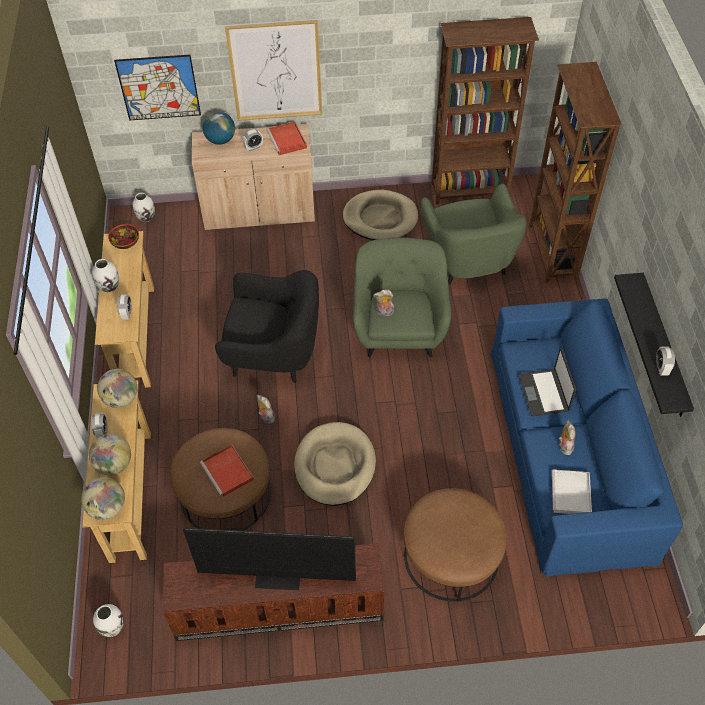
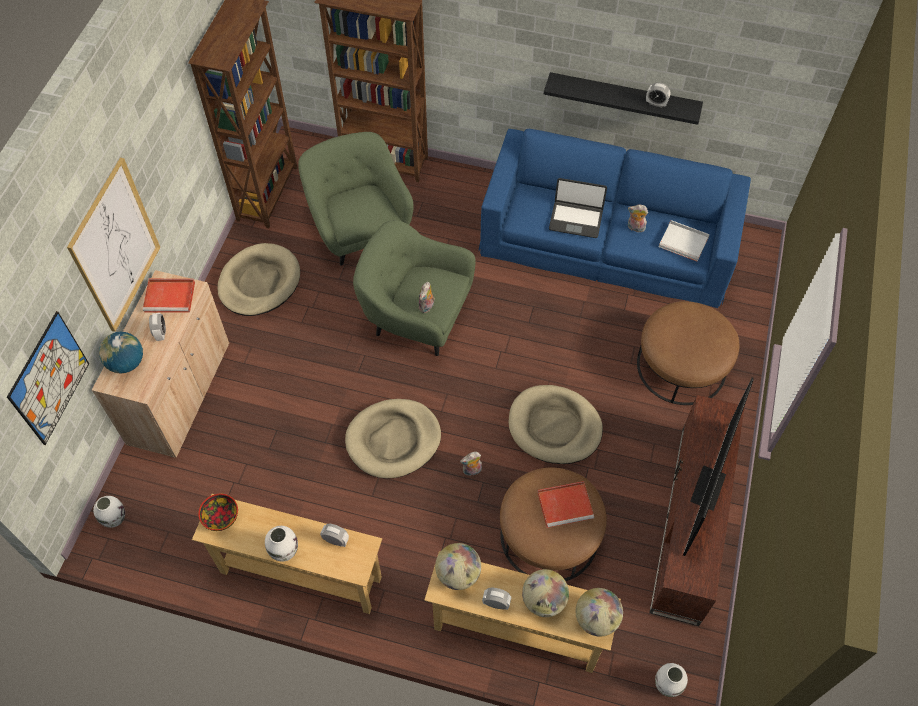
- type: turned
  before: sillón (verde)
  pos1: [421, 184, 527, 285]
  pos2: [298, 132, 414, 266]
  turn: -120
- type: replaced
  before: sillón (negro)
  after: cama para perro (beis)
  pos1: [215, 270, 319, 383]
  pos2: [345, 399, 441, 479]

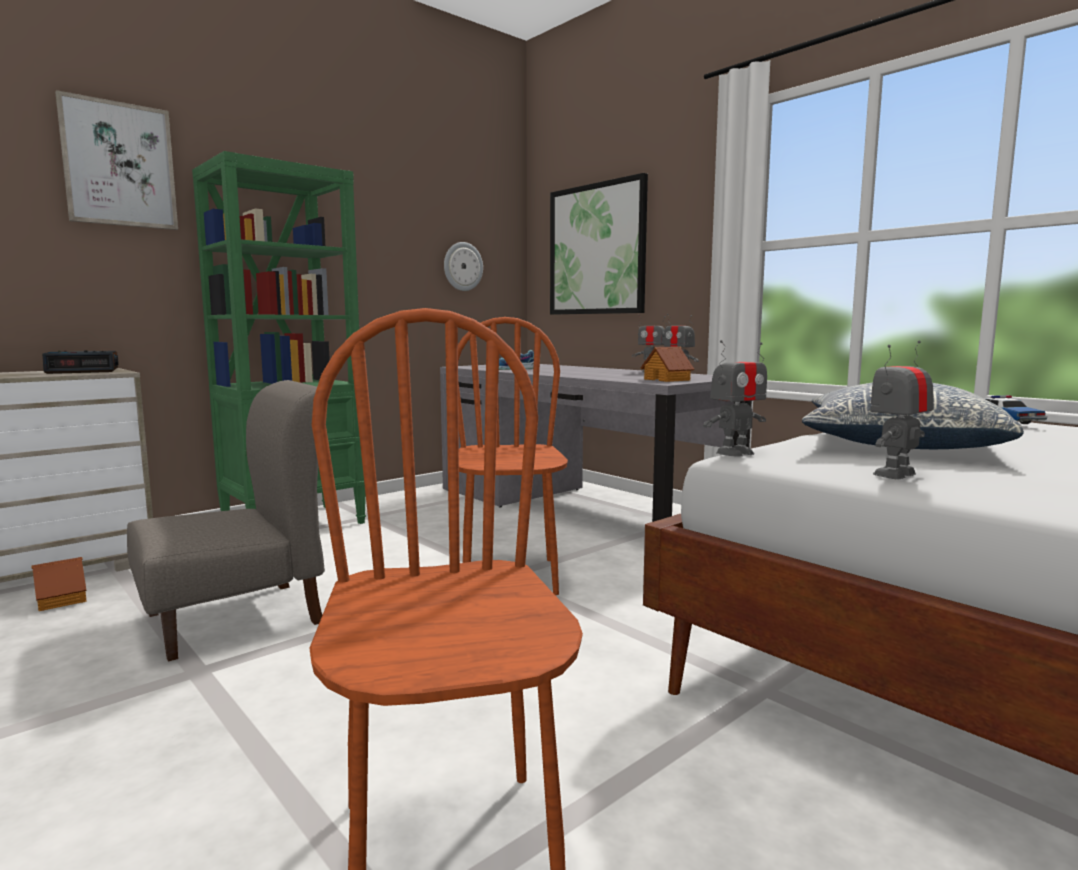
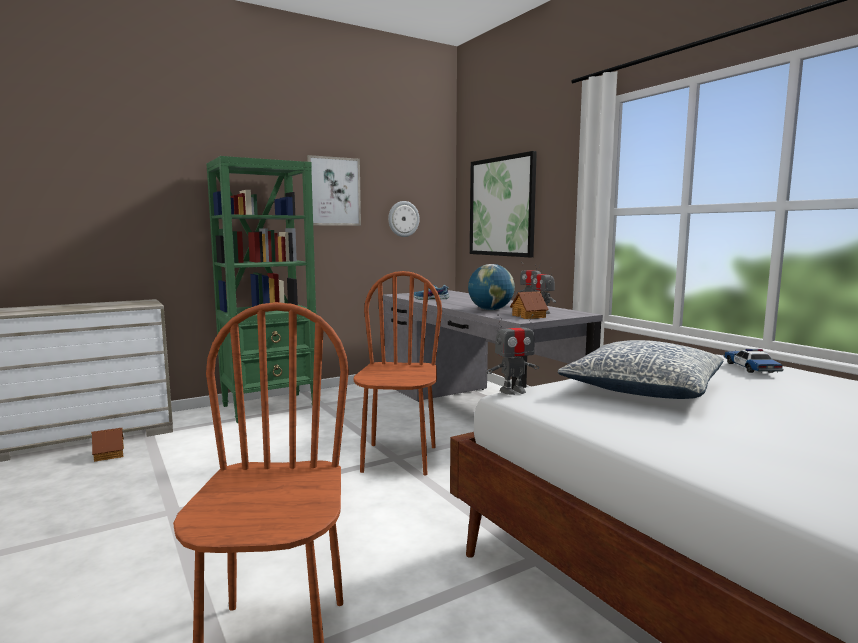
- type: moved
  before: cuadro
  pos1: [55, 90, 178, 230]
  pos2: [307, 155, 361, 226]
- type: removed
  before: robot de juguete
  pos1: [870, 340, 933, 480]
- type: removed
  before: despertador
  pos1: [42, 350, 119, 374]
- type: removed
  before: silla (gris)
  pos1: [127, 380, 325, 661]
- type: added
  after: globo terráqueo
  pos2: [468, 264, 515, 310]

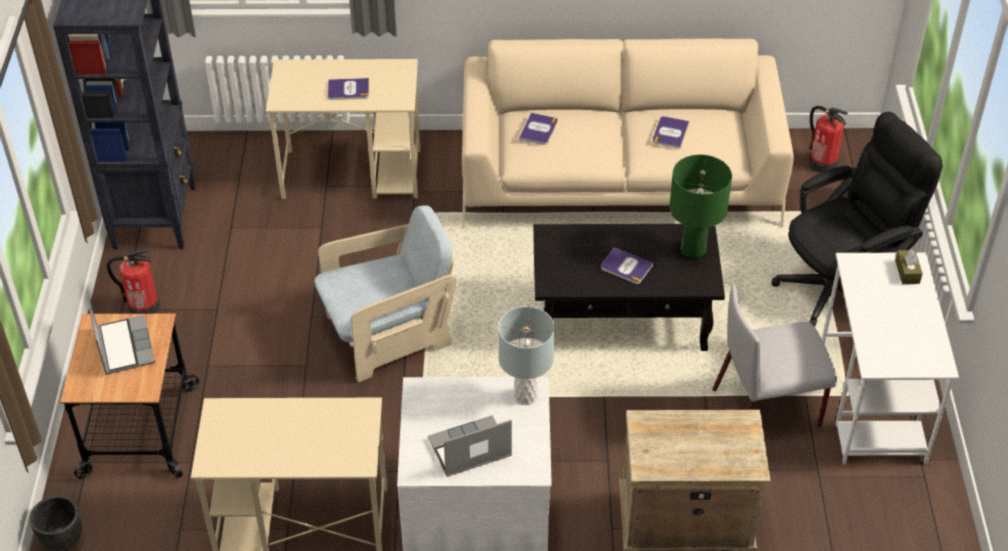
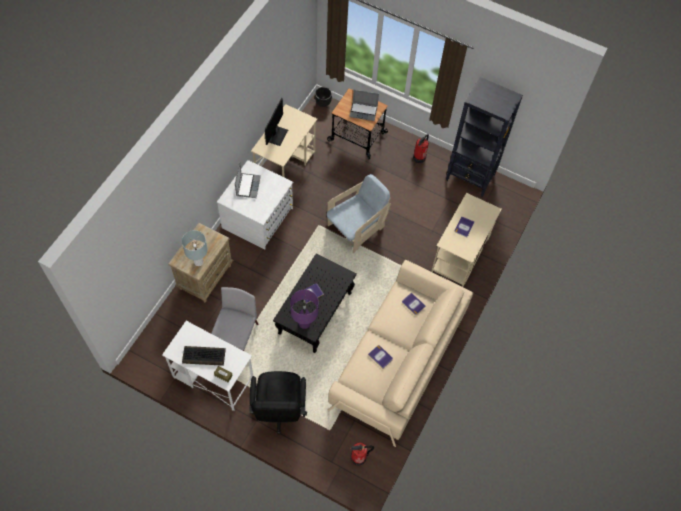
- type: recoloured
  before: lámpara de mesa (verde)
  after: lámpara de mesa (morado)
  pos1: [669, 155, 732, 259]
  pos2: [290, 290, 319, 329]
- type: turned
  before: sillón (beis)
  pos1: [315, 206, 456, 382]
  pos2: [327, 174, 391, 253]
  turn: -135
- type: moved
  before: lámpara de mesa (gris)
  pos1: [498, 306, 555, 405]
  pos2: [182, 230, 208, 266]
- type: added
  after: monitor
  pos2: [265, 98, 288, 146]
- type: added
  after: teclado
  pos2: [182, 346, 226, 366]

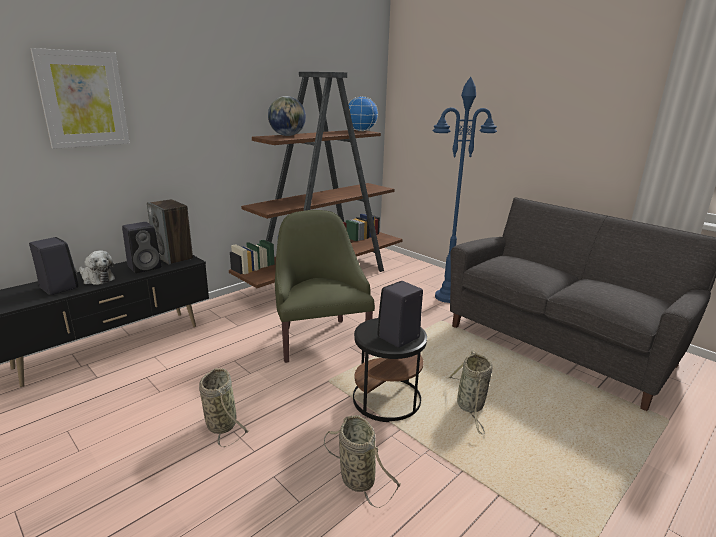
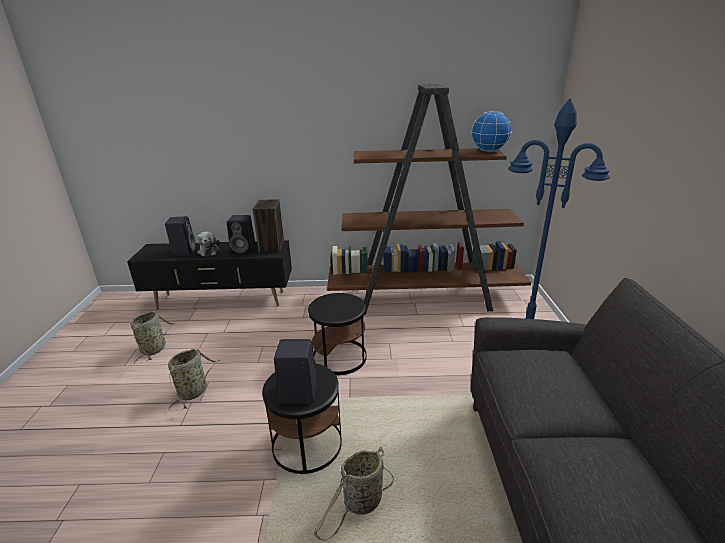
- type: removed
  before: cuadro
  pos1: [30, 48, 129, 149]
- type: removed
  before: globo terráqueo
  pos1: [268, 96, 306, 136]
- type: replaced
  before: sillón (verde)
  after: mesa auxiliar (negro)
  pos1: [275, 210, 375, 363]
  pos2: [308, 293, 367, 375]
- type: moved
  before: cesta
  pos1: [324, 415, 401, 508]
  pos2: [131, 311, 175, 364]

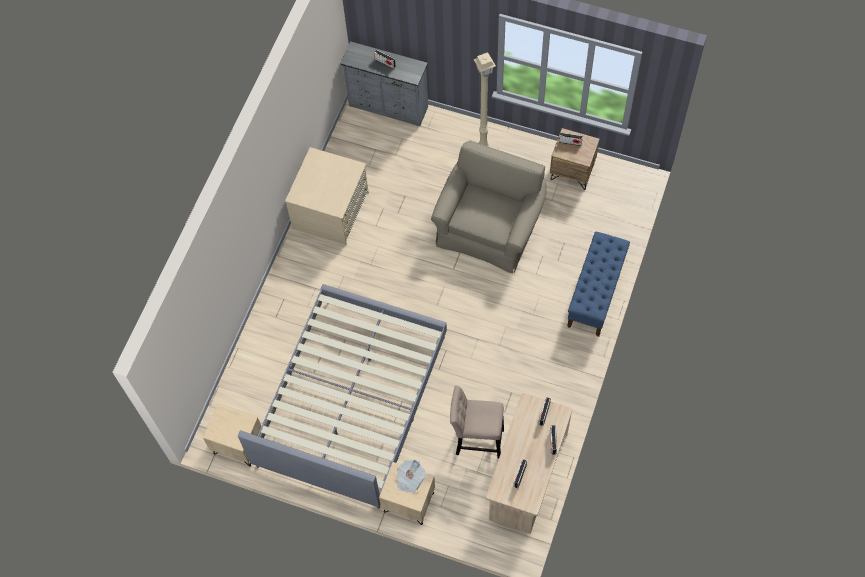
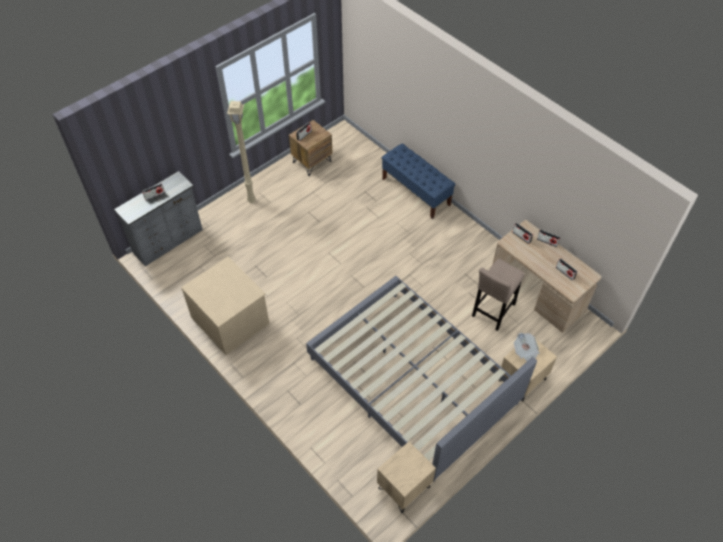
- type: removed
  before: sillón (beis)
  pos1: [431, 141, 547, 273]

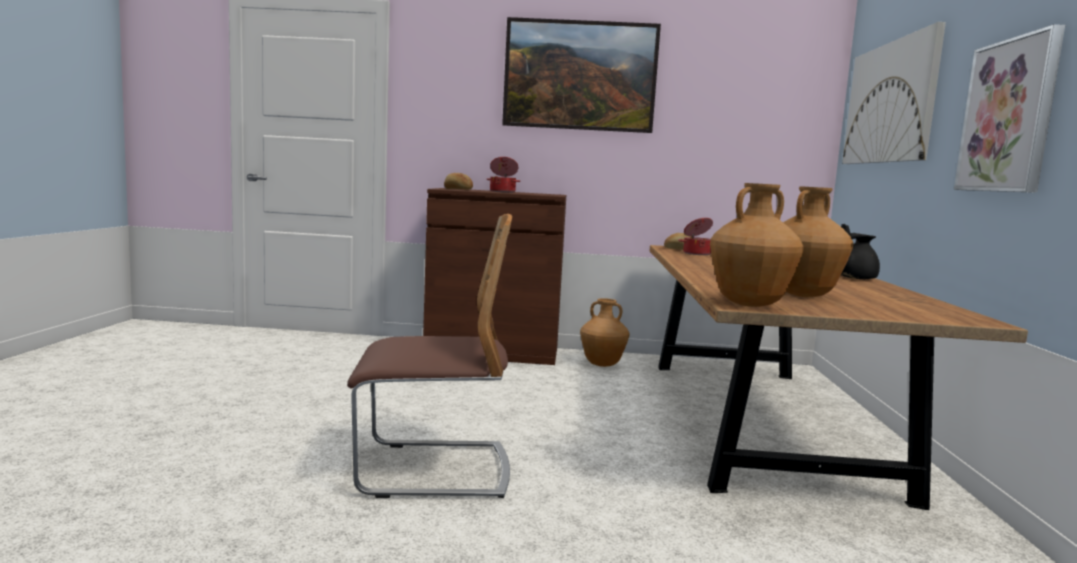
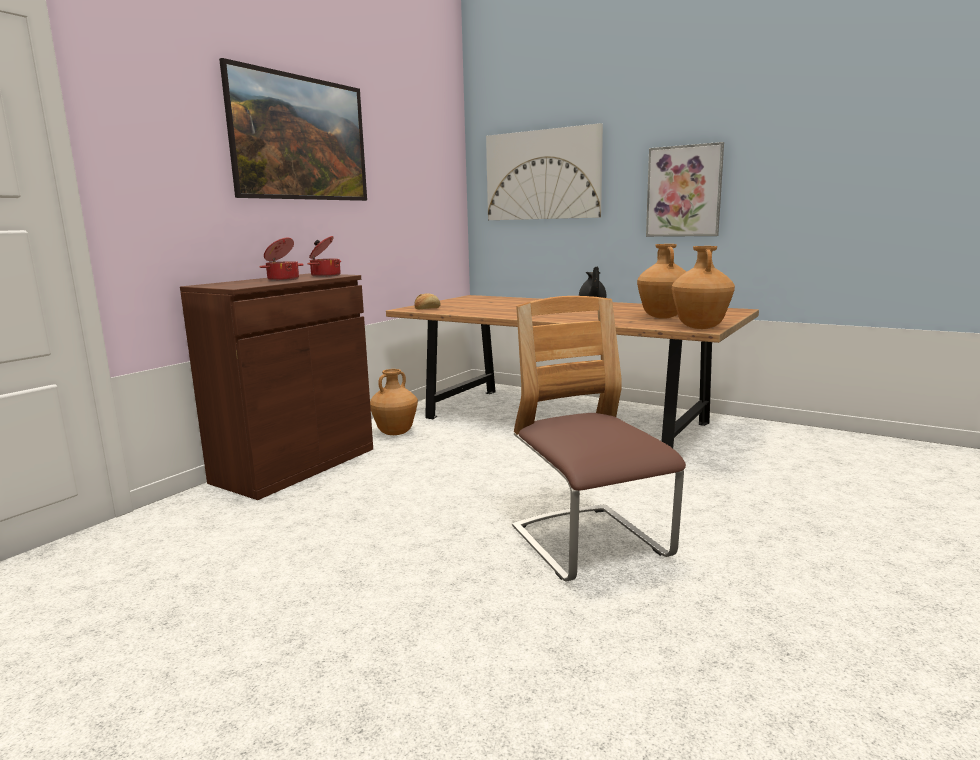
- type: removed
  before: pan
  pos1: [444, 173, 473, 190]
- type: turned
  before: silla
  pos1: [347, 214, 512, 498]
  pos2: [512, 296, 686, 582]
  turn: -45
- type: moved
  before: olla
  pos1: [678, 218, 713, 255]
  pos2: [307, 236, 341, 277]

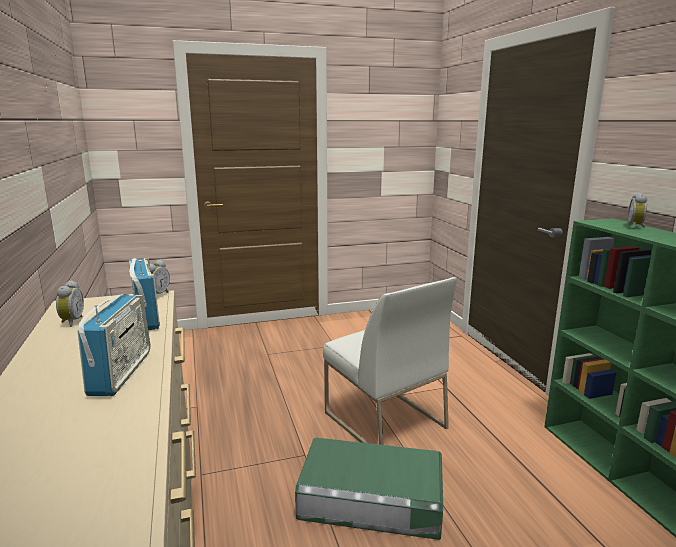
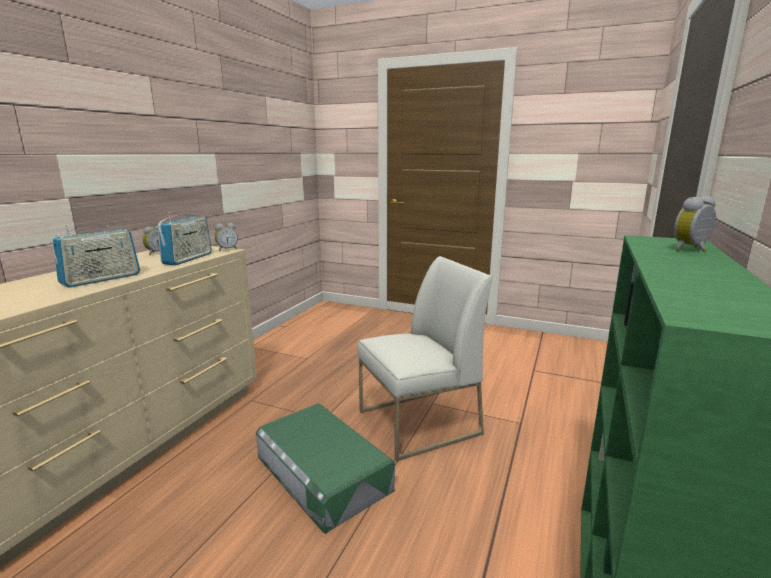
- type: turned
  before: silla (blanco)
  pos1: [323, 277, 457, 445]
  pos2: [357, 256, 492, 461]
  turn: -120

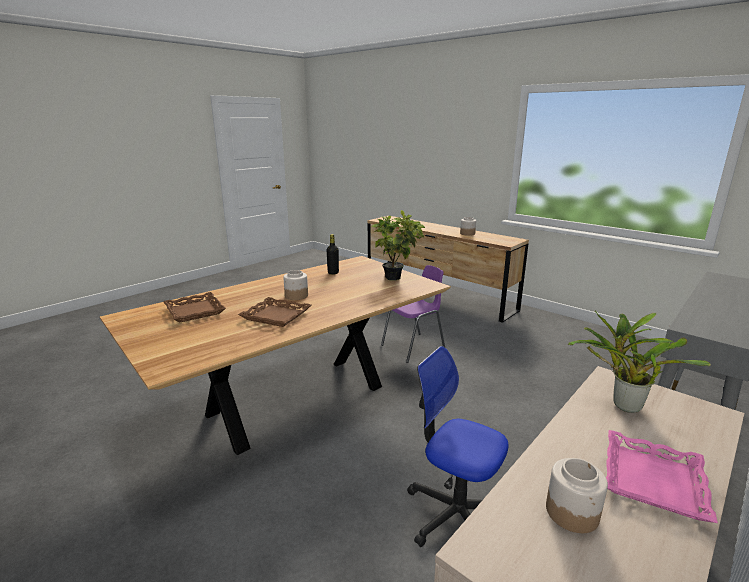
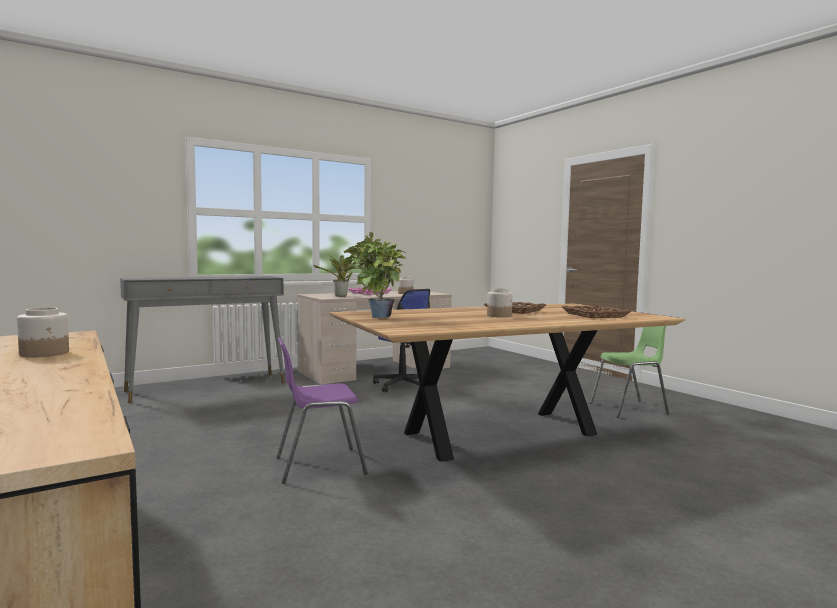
- type: removed
  before: botella (negro)
  pos1: [327, 234, 339, 275]
- type: added
  after: silla (verde)
  pos2: [590, 326, 669, 418]

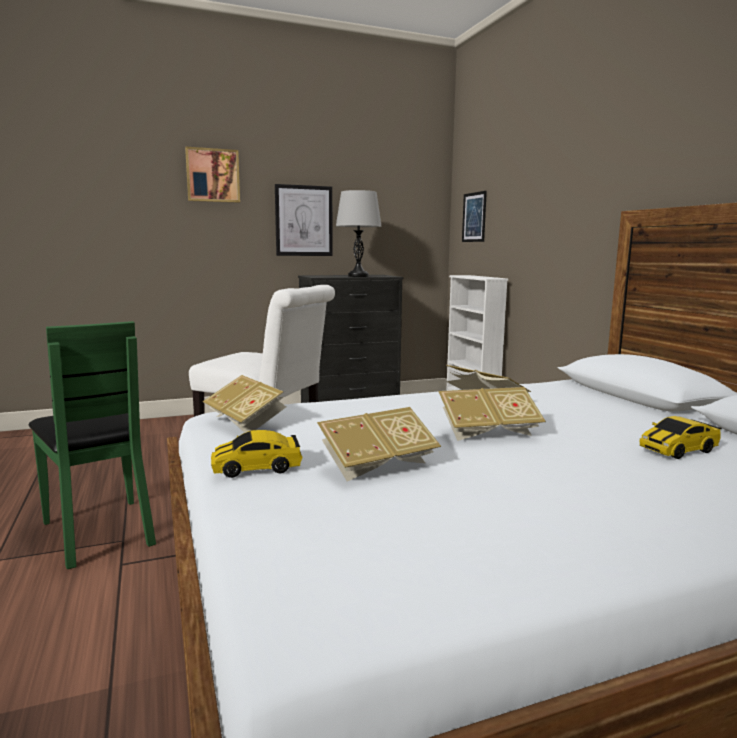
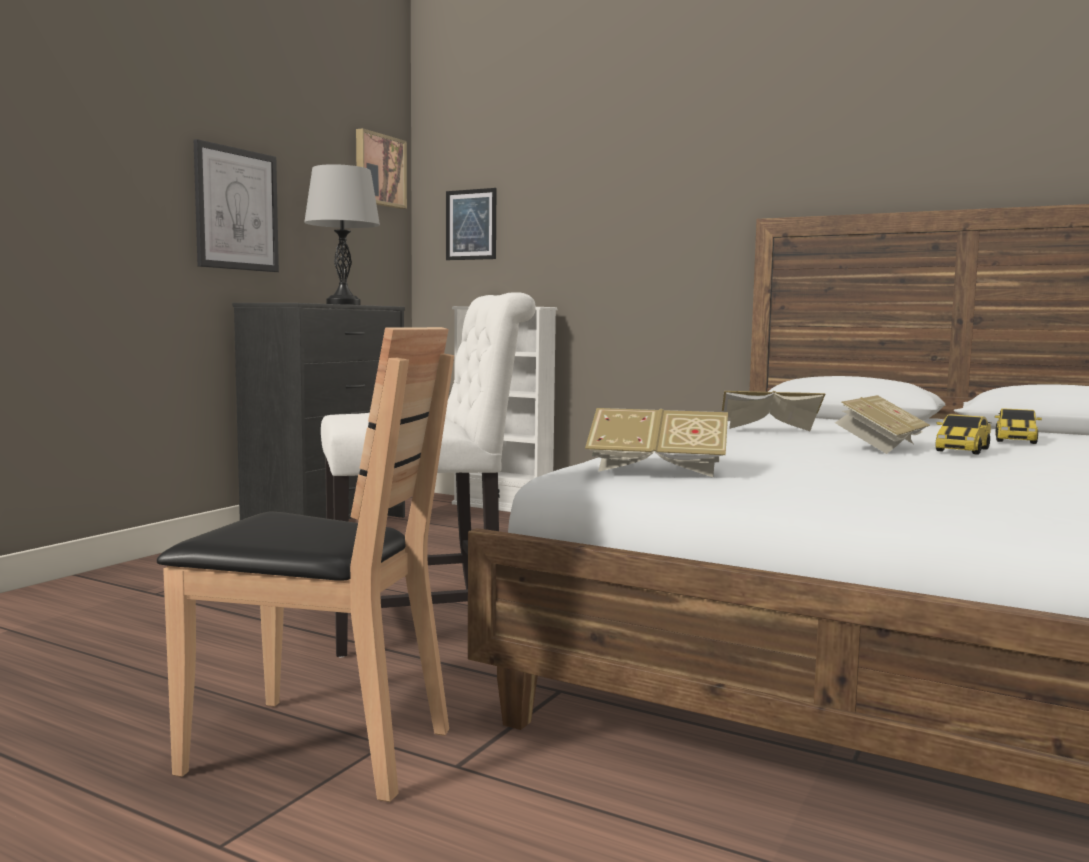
- type: moved
  before: cuadro
  pos1: [185, 147, 240, 203]
  pos2: [356, 128, 407, 209]
- type: recoloured
  before: silla (verde)
  after: silla (marrón)
  pos1: [29, 321, 156, 569]
  pos2: [157, 327, 454, 802]
- type: removed
  before: libro
  pos1: [317, 407, 441, 481]
- type: moved
  before: coche de juguete
  pos1: [211, 430, 303, 478]
  pos2: [935, 414, 992, 455]

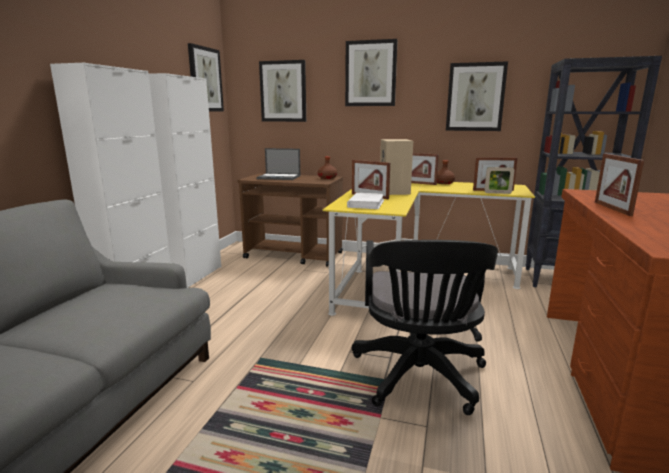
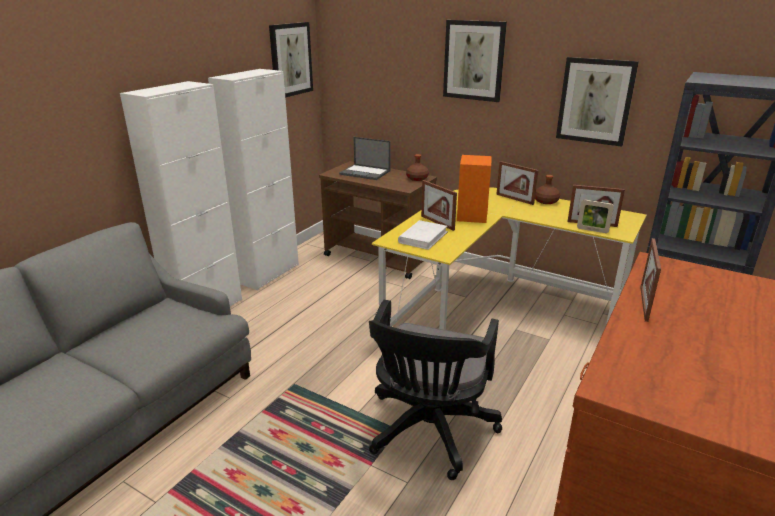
- type: removed
  before: cuadro
  pos1: [259, 60, 306, 122]
- type: recoloured
  before: altavoz (beis)
  after: altavoz (naranja)
  pos1: [380, 139, 413, 195]
  pos2: [457, 155, 492, 223]

